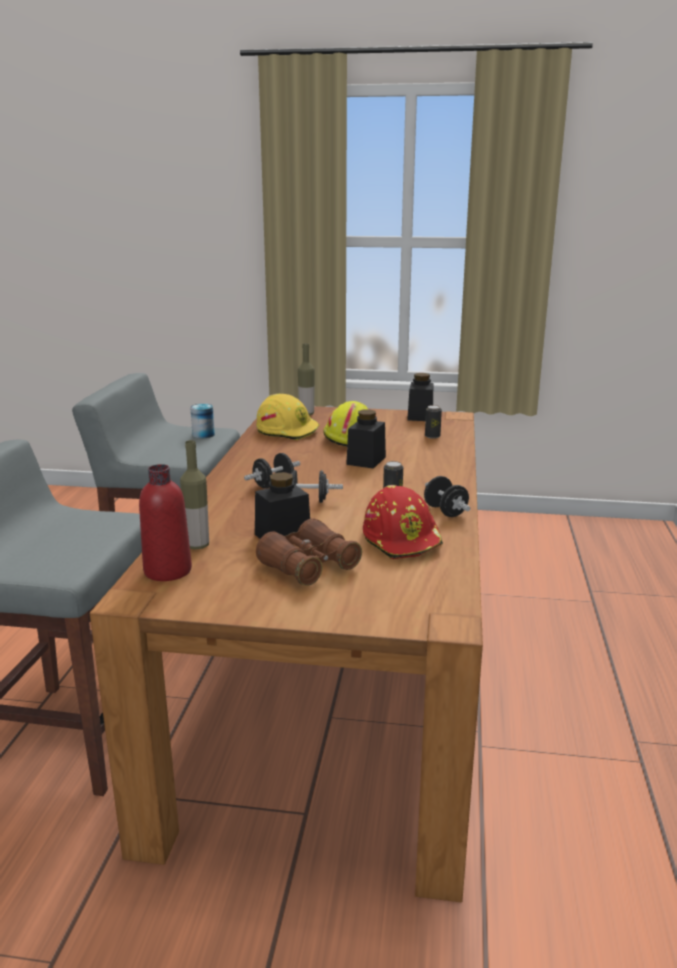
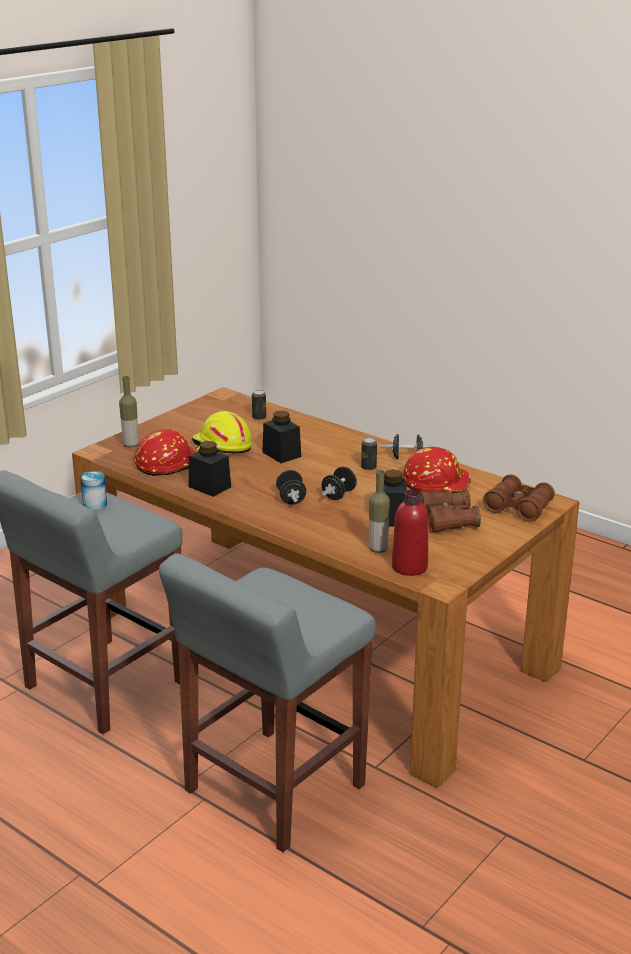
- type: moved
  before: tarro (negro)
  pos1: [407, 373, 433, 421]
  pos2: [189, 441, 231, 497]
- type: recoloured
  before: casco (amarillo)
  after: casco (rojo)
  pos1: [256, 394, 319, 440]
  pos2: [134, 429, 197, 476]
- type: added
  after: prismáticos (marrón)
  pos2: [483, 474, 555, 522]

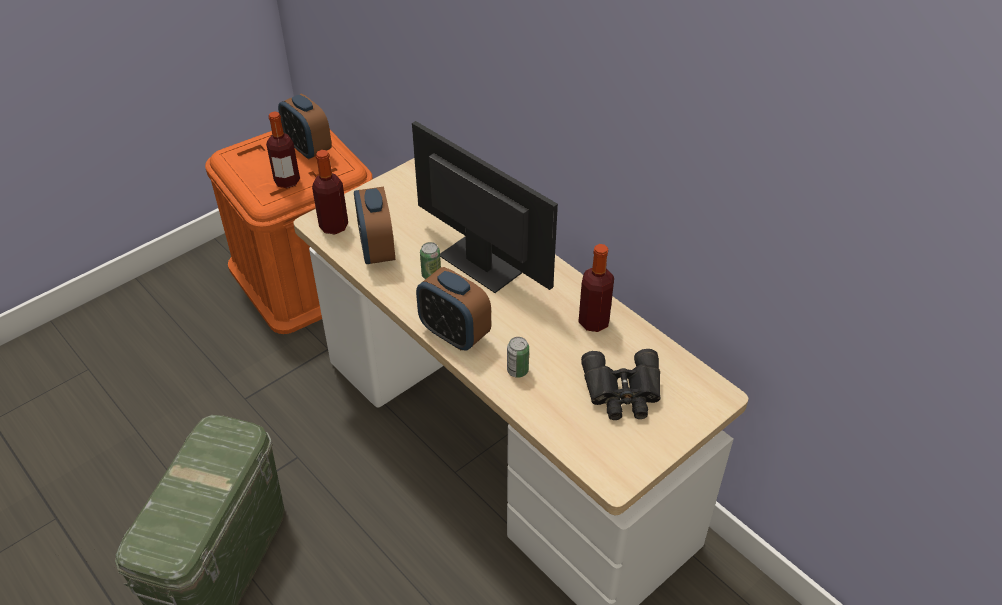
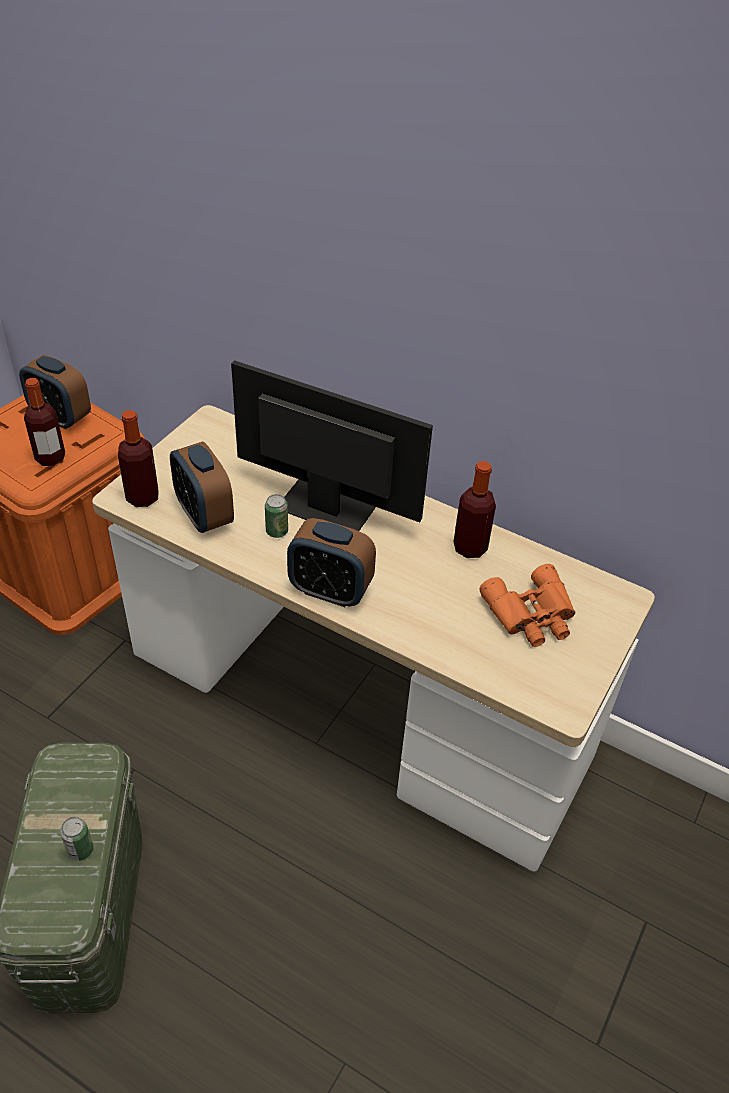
- type: moved
  before: lata
  pos1: [507, 337, 529, 378]
  pos2: [60, 817, 94, 861]
- type: recoloured
  before: prismáticos (negro)
  after: prismáticos (naranja)
  pos1: [581, 349, 661, 420]
  pos2: [479, 564, 575, 647]

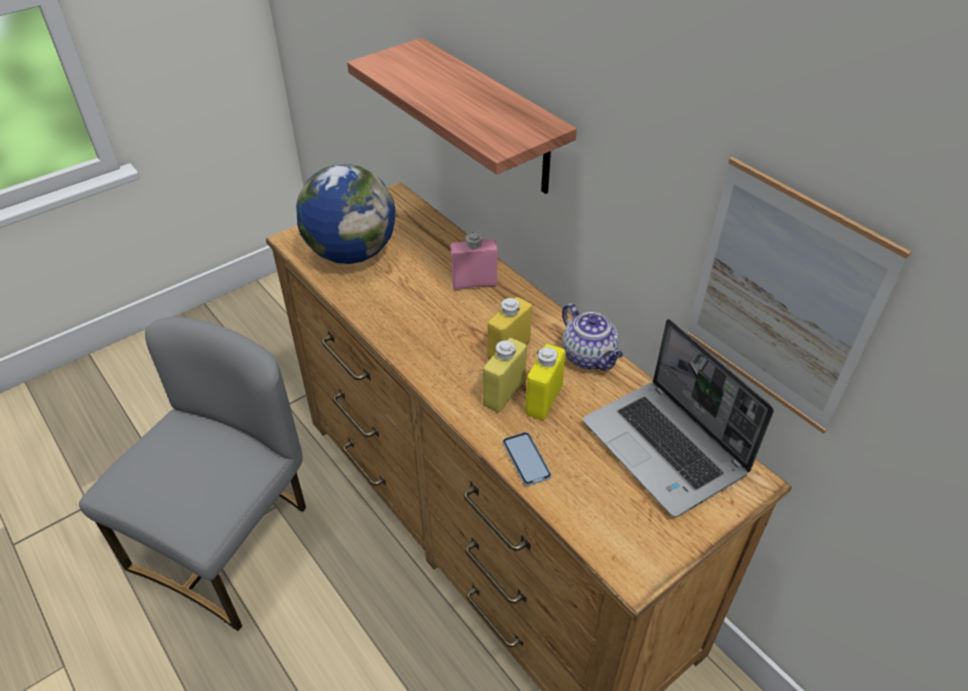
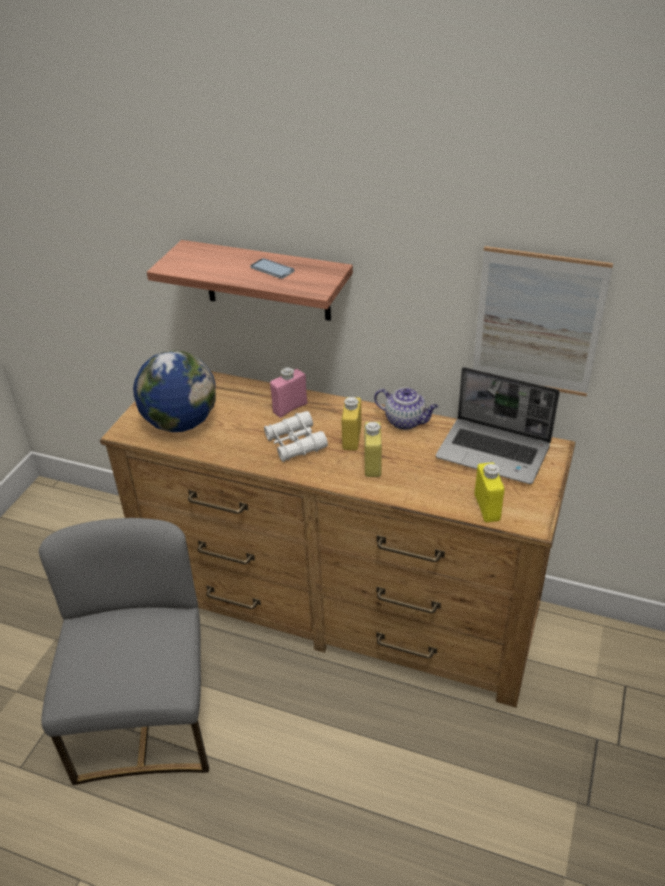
- type: moved
  before: botella (amarillo)
  pos1: [525, 344, 566, 420]
  pos2: [474, 462, 505, 522]
- type: moved
  before: móvil
  pos1: [502, 432, 552, 486]
  pos2: [250, 258, 294, 279]
- type: added
  after: prismáticos (blanco)
  pos2: [264, 411, 328, 462]

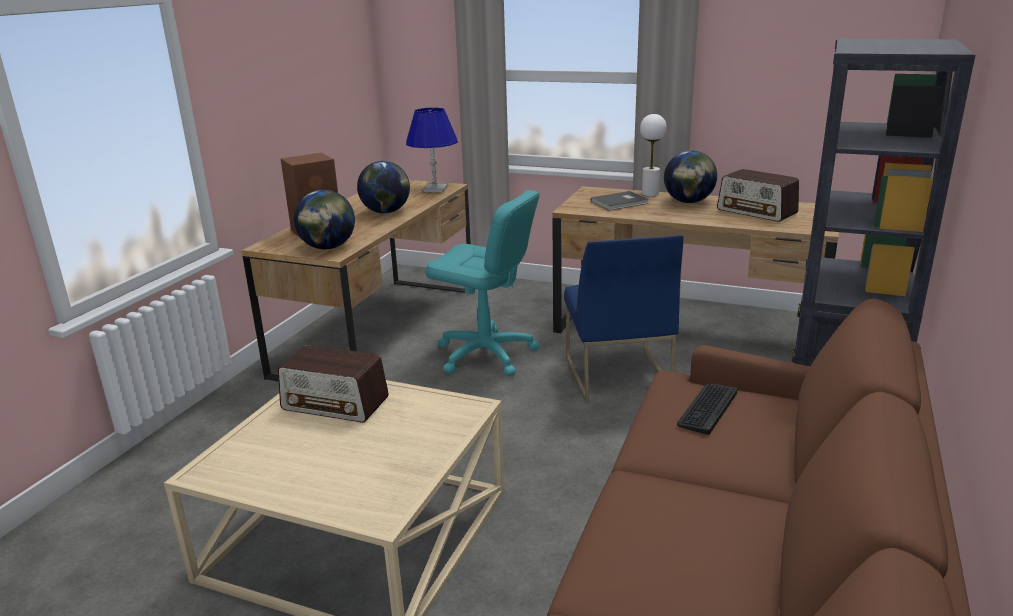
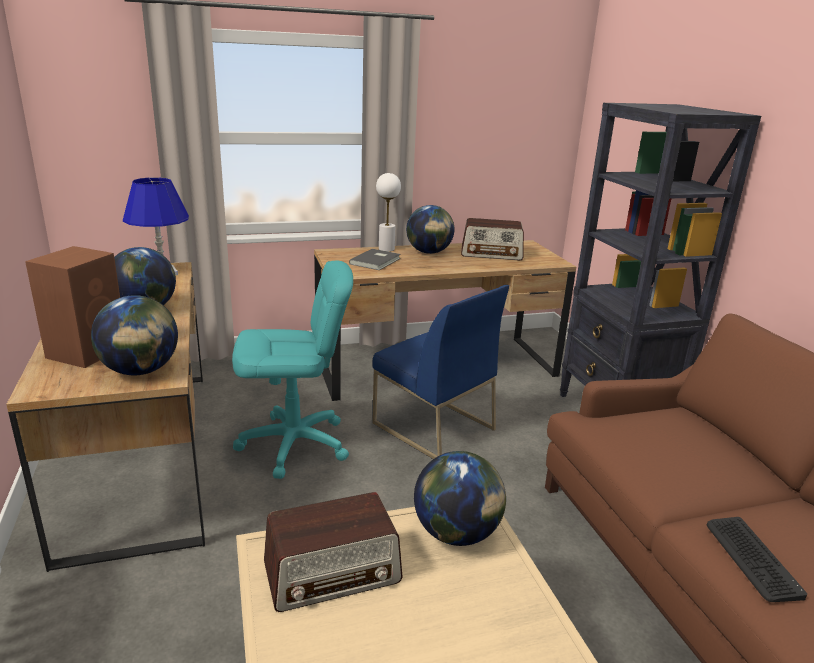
- type: moved
  before: teclado
  pos1: [677, 384, 737, 435]
  pos2: [707, 517, 807, 602]
- type: added
  after: globo terráqueo
  pos2: [414, 451, 506, 546]

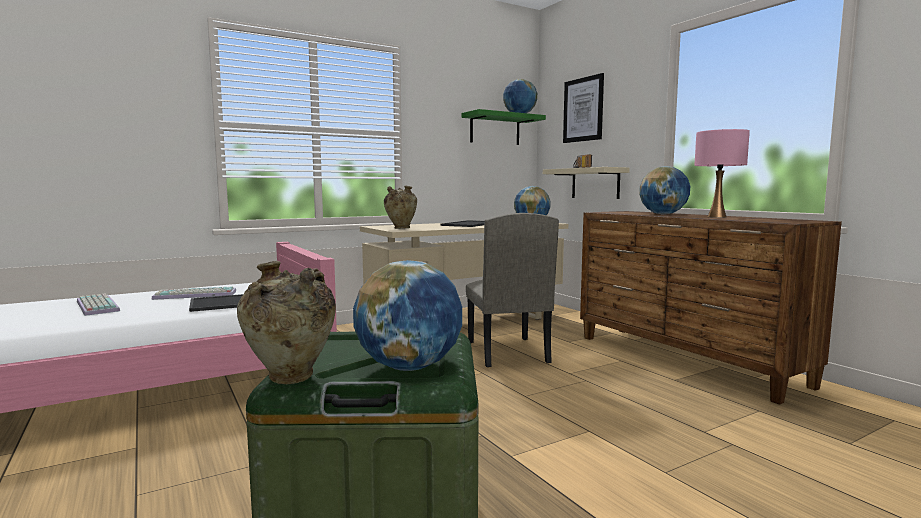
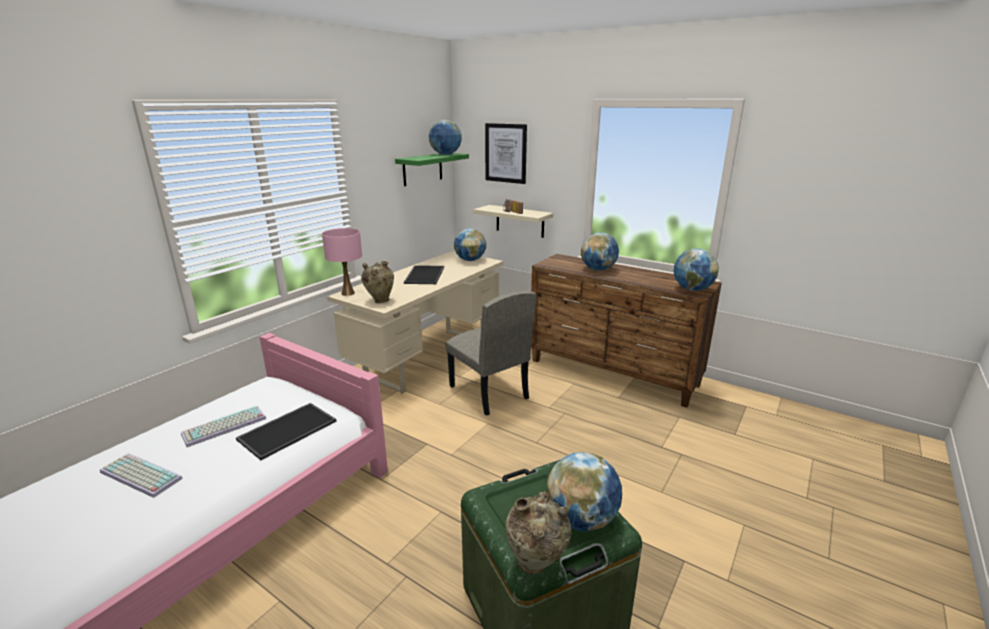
- type: moved
  before: lámpara de mesa (rosa)
  pos1: [694, 129, 750, 218]
  pos2: [322, 228, 362, 296]
- type: added
  after: globo terráqueo
  pos2: [673, 249, 719, 291]

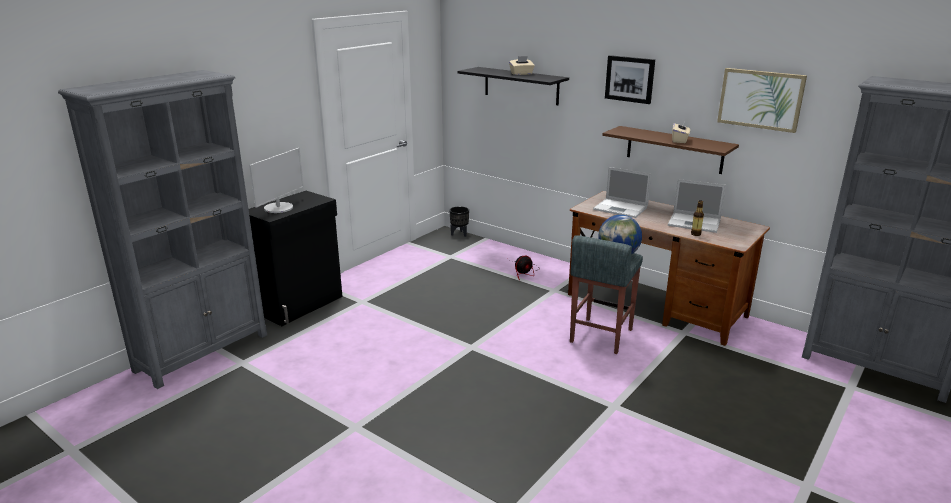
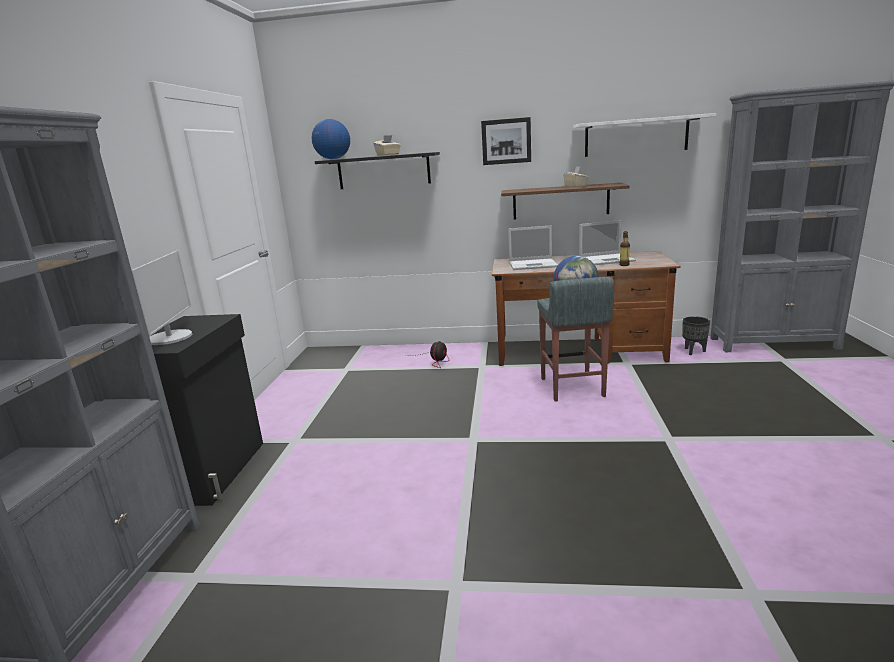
- type: replaced
  before: cuadro
  after: estante (blanco)
  pos1: [717, 68, 807, 133]
  pos2: [574, 113, 716, 157]
- type: moved
  before: maceta (negro)
  pos1: [449, 206, 469, 237]
  pos2: [682, 317, 710, 355]
- type: added
  after: globo terráqueo
  pos2: [312, 119, 350, 159]

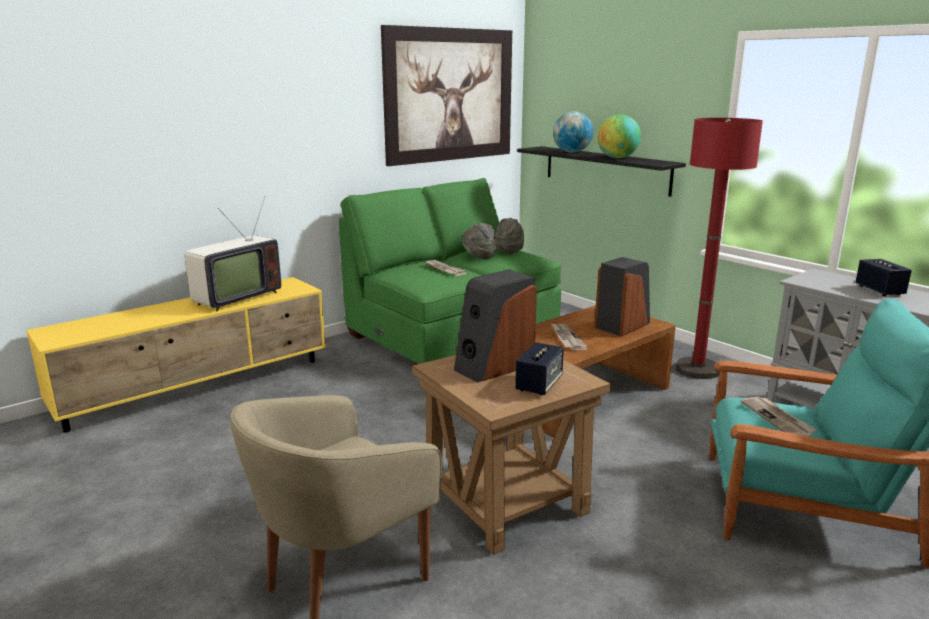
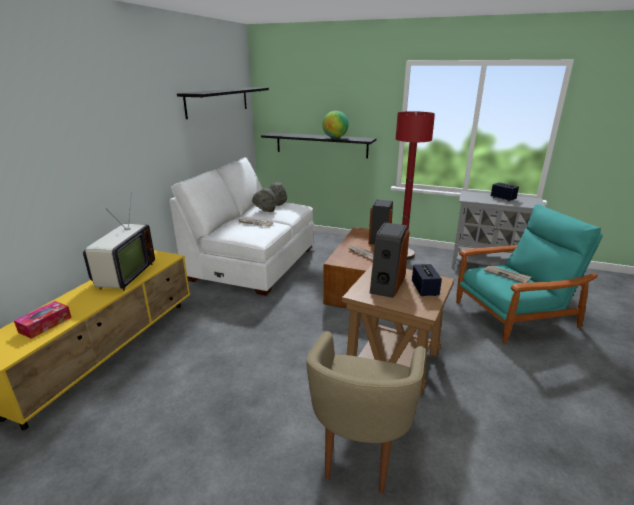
- type: replaced
  before: cuadro
  after: estante (negro)
  pos1: [381, 25, 512, 166]
  pos2: [177, 87, 269, 119]
- type: removed
  before: globo terráqueo
  pos1: [553, 111, 593, 153]
- type: recoloured
  before: sofá (verde)
  after: sofá (blanco)
  pos1: [339, 178, 561, 365]
  pos2: [170, 157, 314, 296]
- type: added
  after: caja de pañuelos
  pos2: [14, 301, 72, 339]

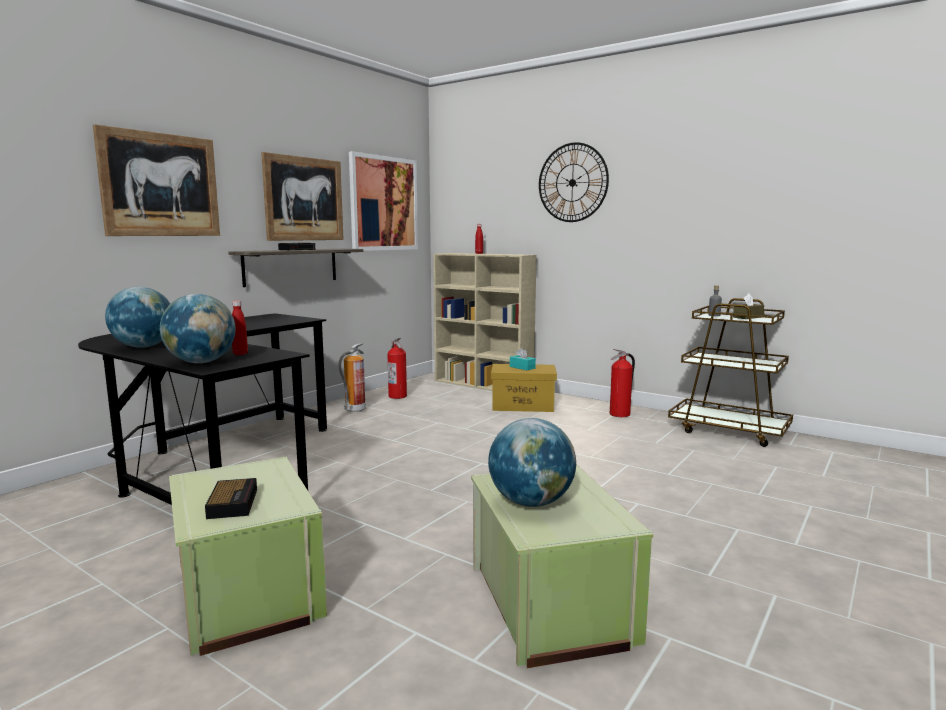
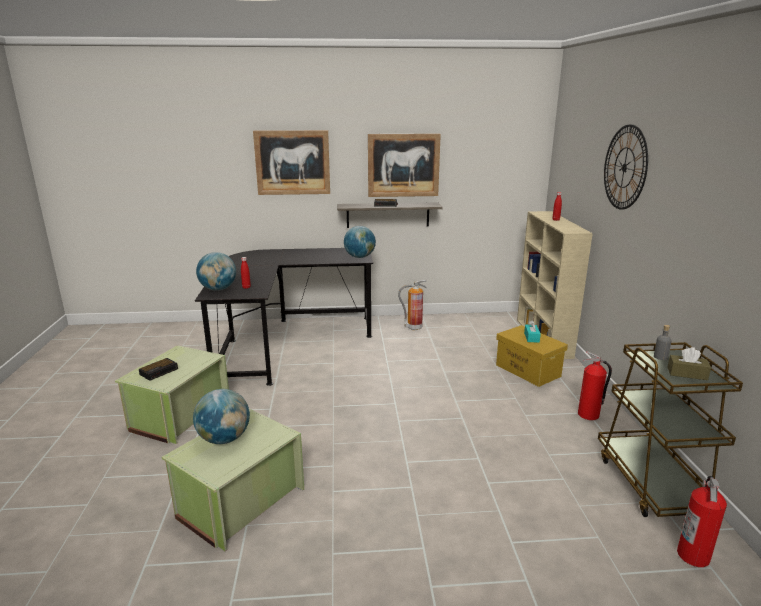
- type: removed
  before: cuadro
  pos1: [349, 151, 418, 251]
- type: moved
  before: globo terráqueo
  pos1: [105, 287, 170, 348]
  pos2: [344, 226, 376, 258]
- type: moved
  before: extintor
  pos1: [387, 338, 407, 399]
  pos2: [677, 476, 727, 567]

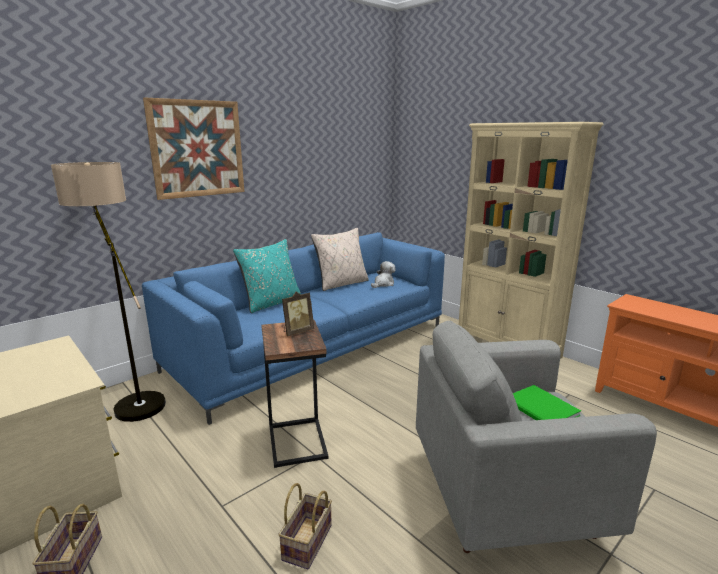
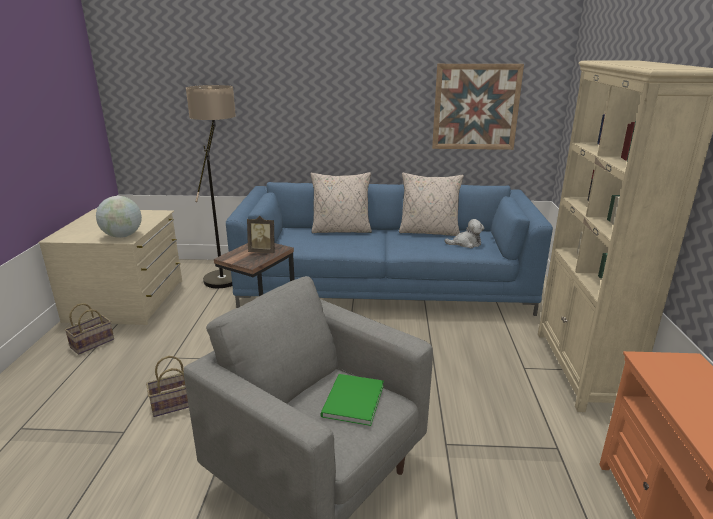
- type: moved
  before: cuadro
  pos1: [143, 97, 244, 200]
  pos2: [432, 64, 524, 150]
- type: recoloured
  before: cojín (turquesa)
  after: cojín (beis)
  pos1: [233, 239, 301, 313]
  pos2: [310, 172, 372, 233]
- type: added
  after: globo terráqueo
  pos2: [96, 196, 142, 238]

